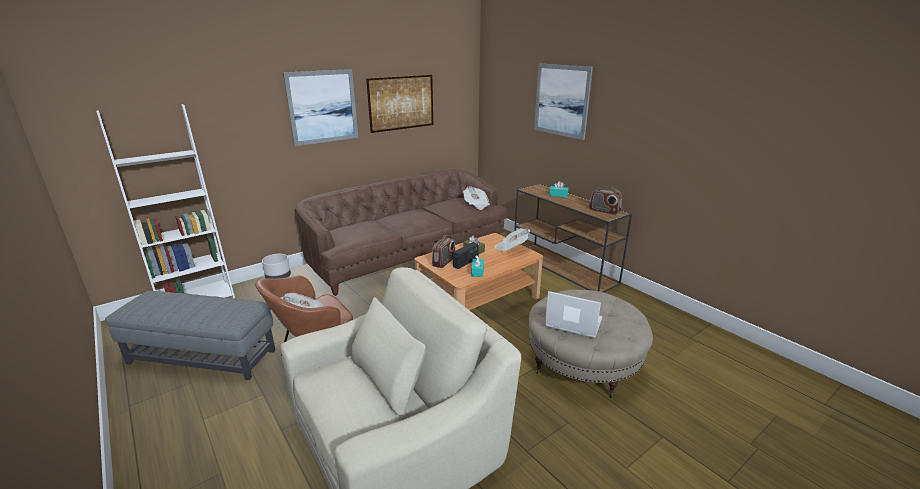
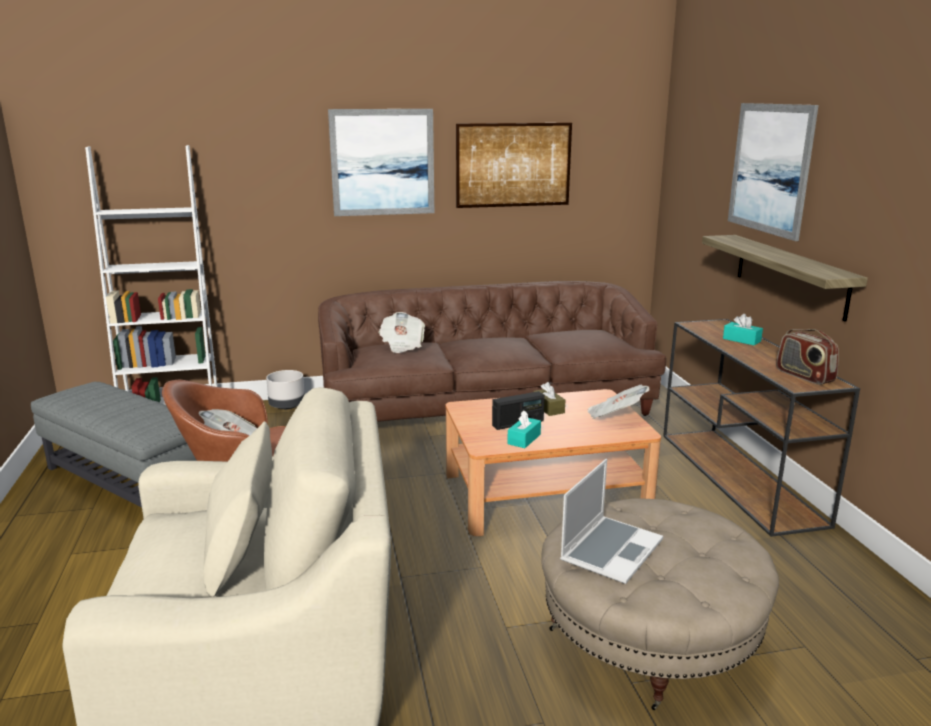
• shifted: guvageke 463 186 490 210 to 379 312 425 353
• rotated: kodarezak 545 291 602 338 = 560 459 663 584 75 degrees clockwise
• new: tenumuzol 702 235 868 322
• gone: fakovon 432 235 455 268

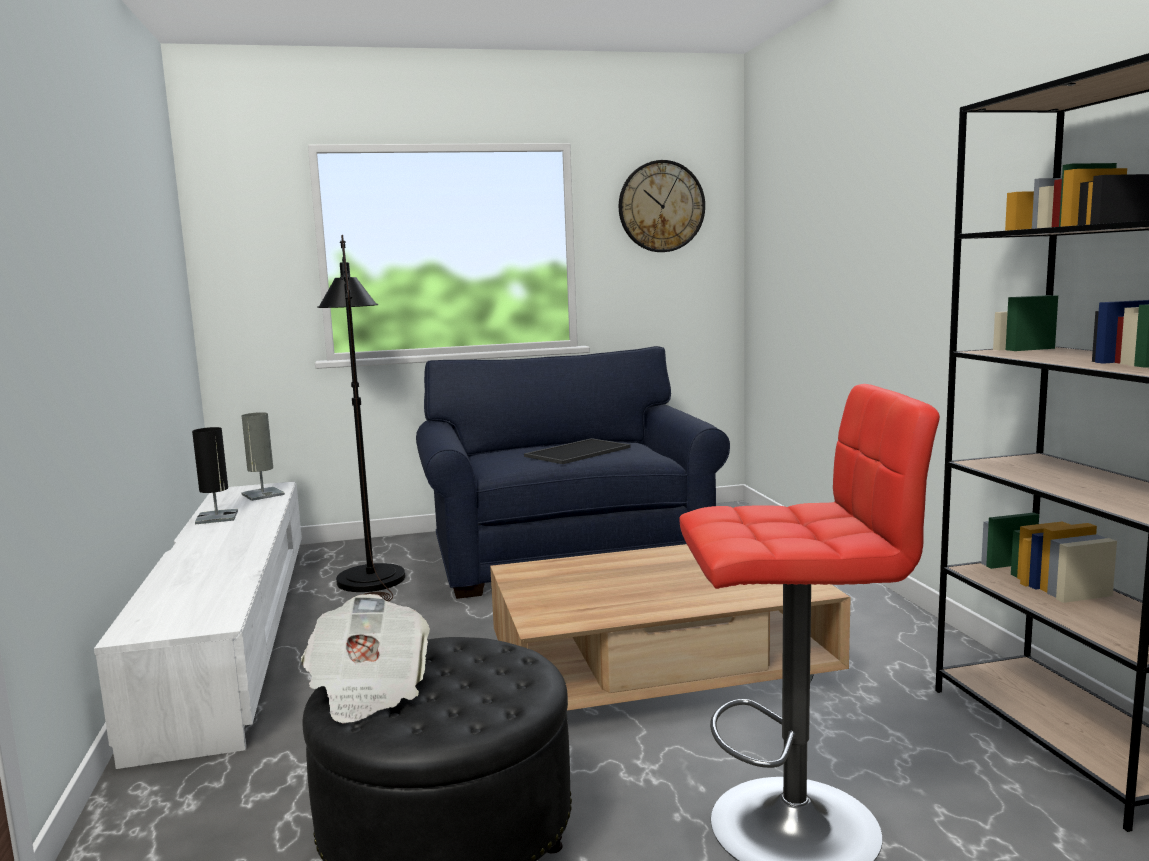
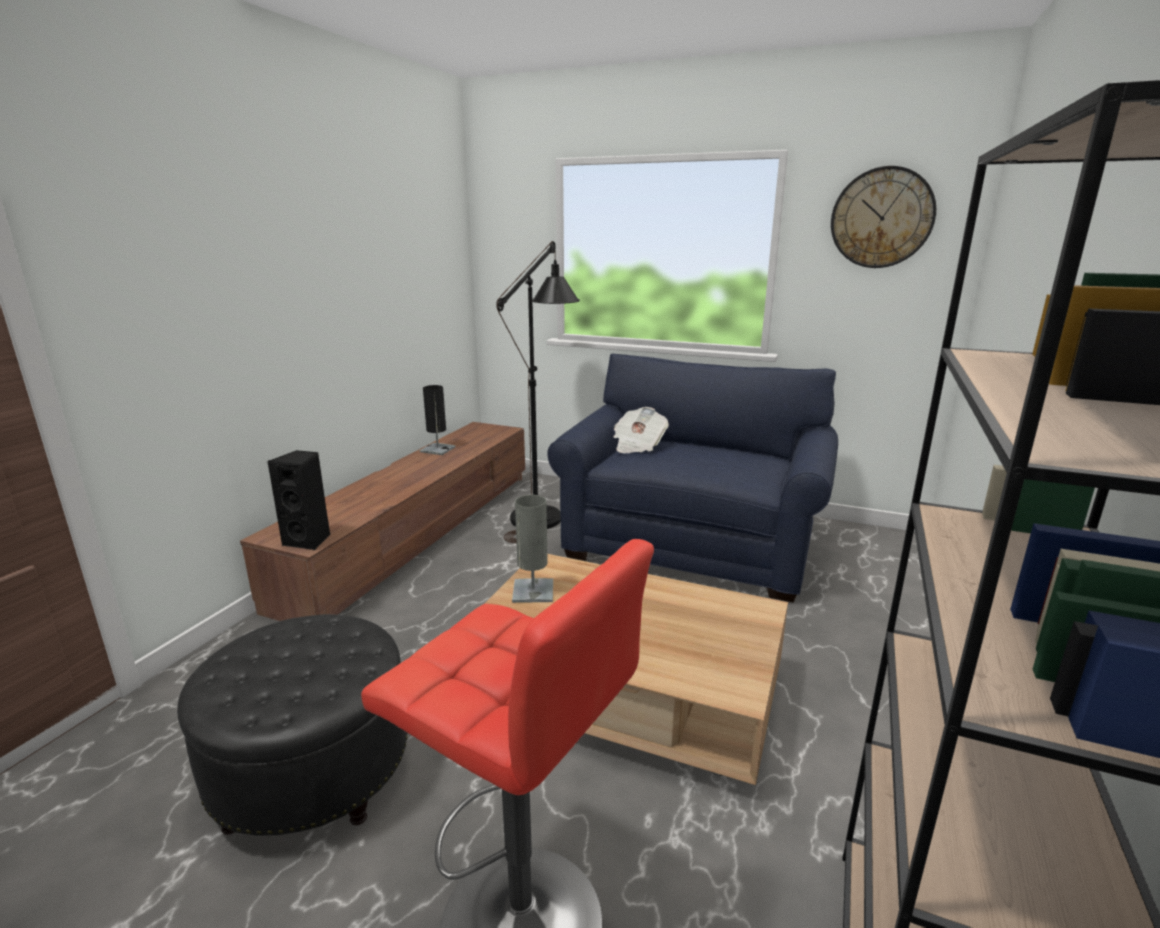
• repainted: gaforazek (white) 94 482 302 769 to gaforazek (brown) 240 422 525 621
• new: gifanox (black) 268 450 330 550
• shifted: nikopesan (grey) 241 412 285 501 to 512 495 553 603
• shifted: guvageke 301 594 430 723 to 614 407 669 453
• gone: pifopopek 524 438 631 464

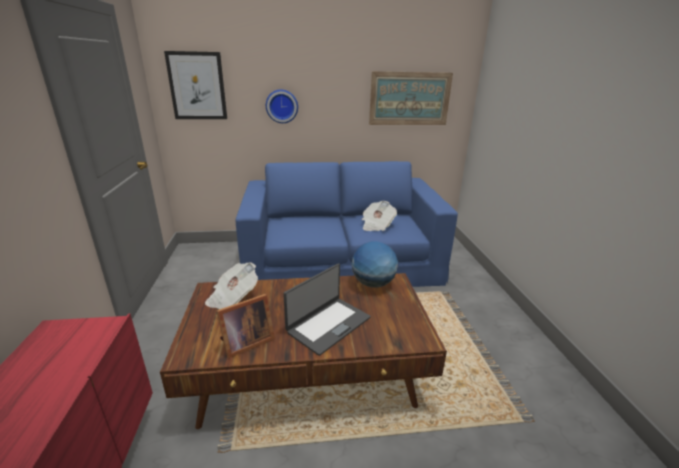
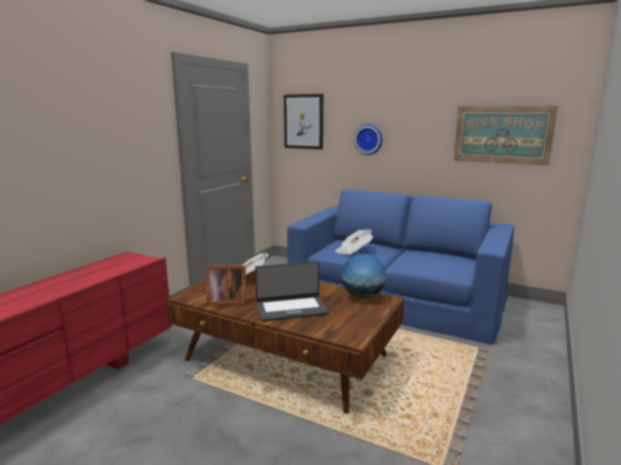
• shifted: guvageke 362 201 397 231 to 335 229 373 255

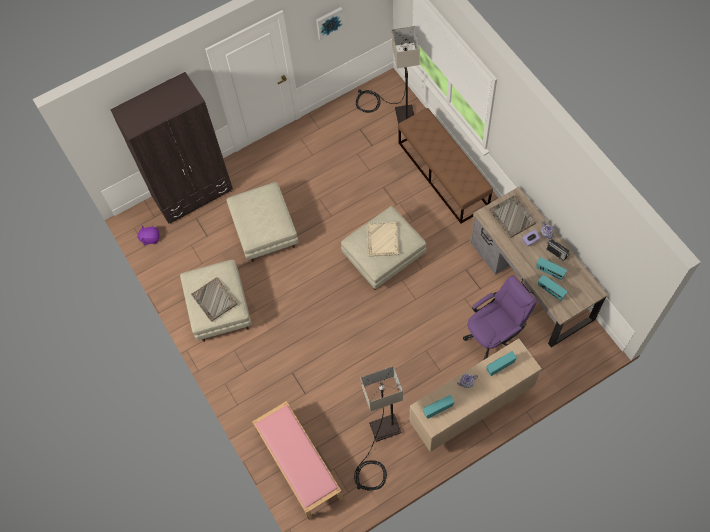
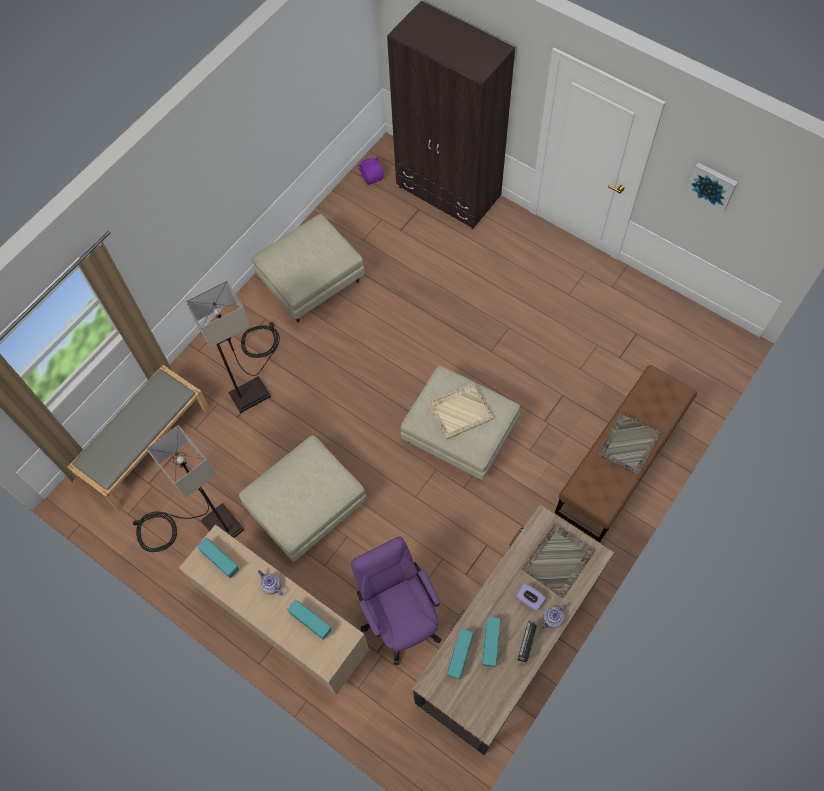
• repainted: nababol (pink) 252 401 343 520 to nababol (grey) 67 365 210 511
• shifted: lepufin 356 26 420 124 to 186 281 280 413
• shifted: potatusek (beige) 226 182 299 262 to 239 435 367 562
• rotated: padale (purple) 463 275 537 360 = 351 536 441 665 150 degrees counterclockwise
• shifted: pifopopek (grey) 191 277 237 322 to 598 412 662 476

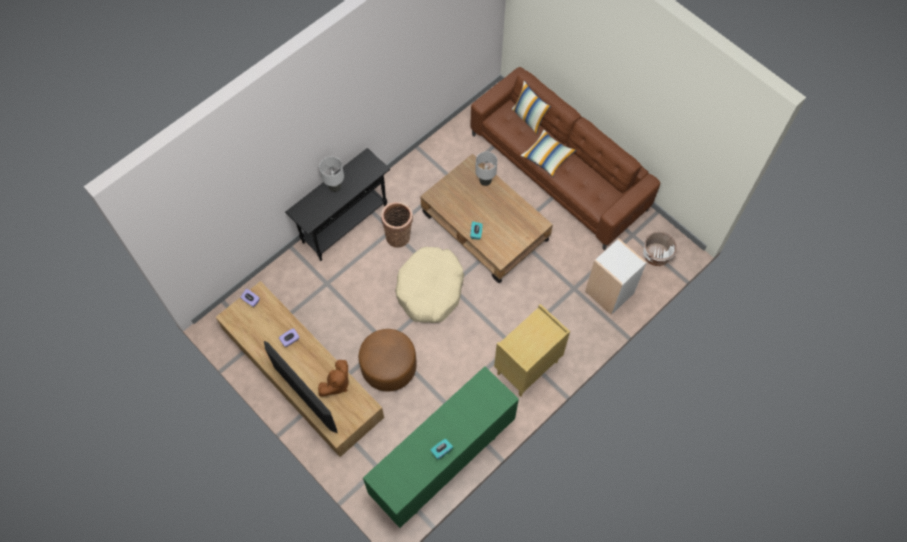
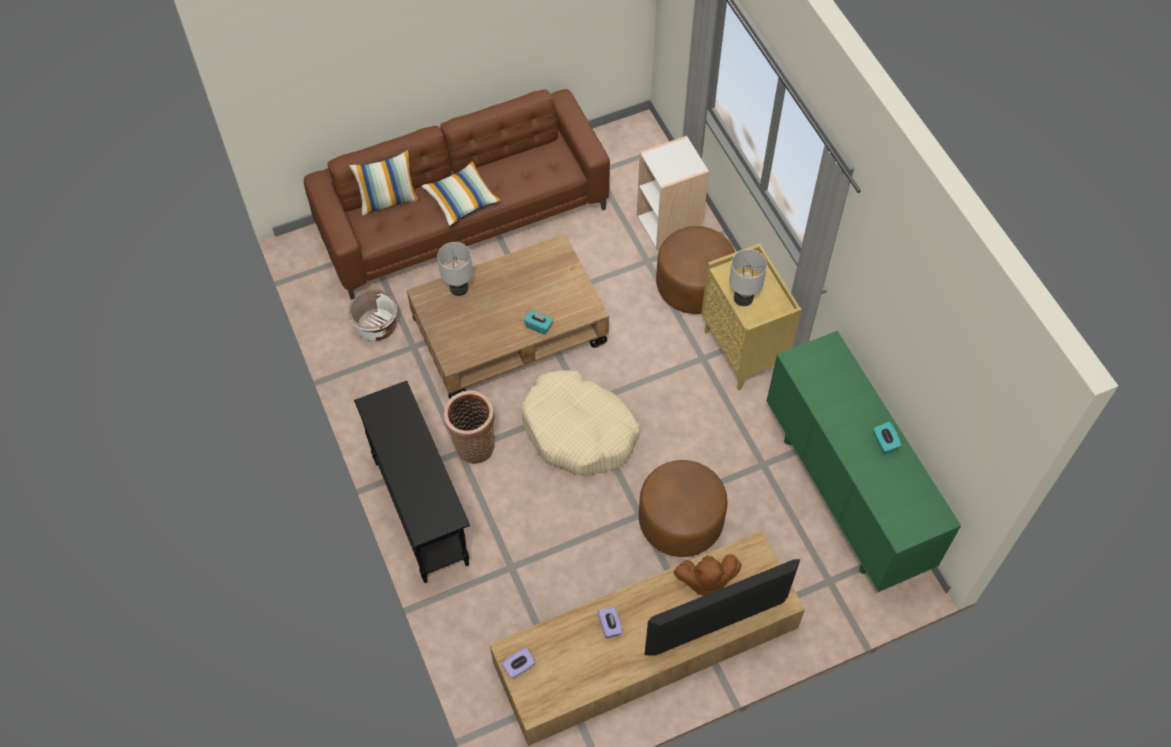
• shifted: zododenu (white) 643 232 676 266 to 349 290 397 341
• new: potatusek (brown) 656 226 735 314
• rotated: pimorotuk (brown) 318 360 349 397 = 673 554 742 596 120 degrees clockwise
• shifted: nikopesan (grey) 319 156 344 192 to 729 249 767 306

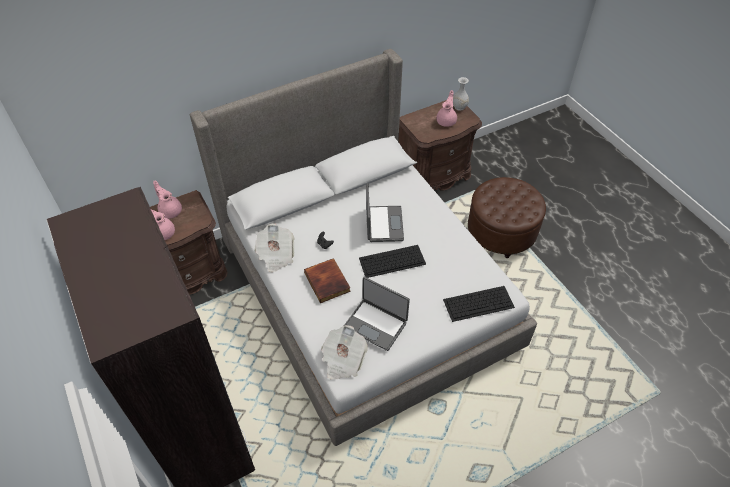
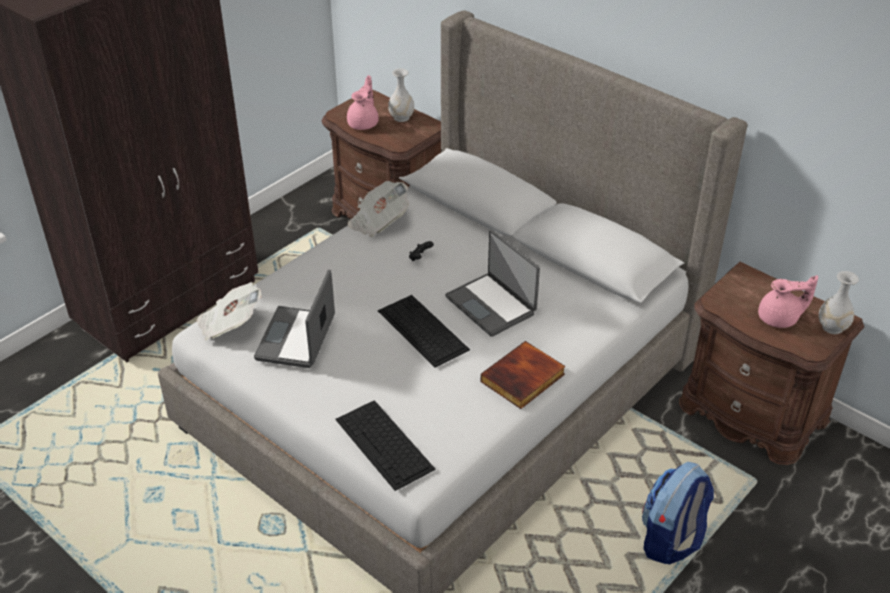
• swapped: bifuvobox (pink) 153 181 182 219 to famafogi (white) 388 69 414 122
• rotated: kodarezak 366 183 404 242 = 445 230 540 337 75 degrees clockwise
• shifted: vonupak 304 258 351 303 to 480 341 566 409
• swapped: potatusek (brown) 468 177 546 258 to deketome 642 462 714 565

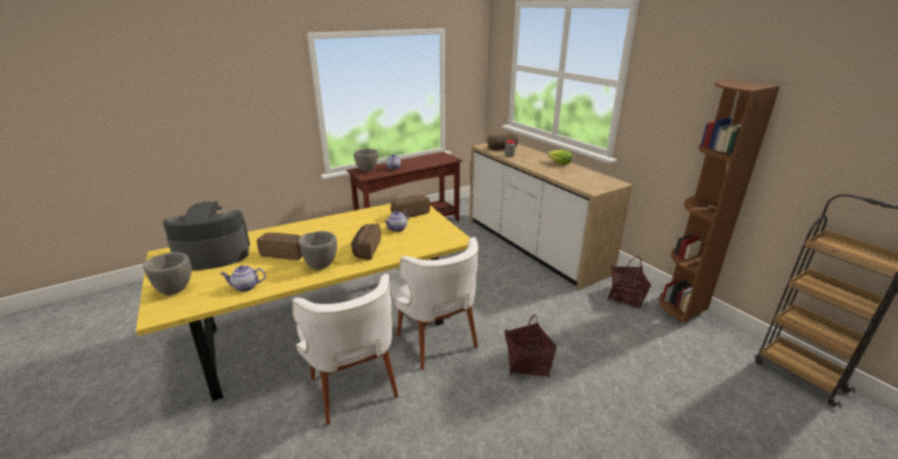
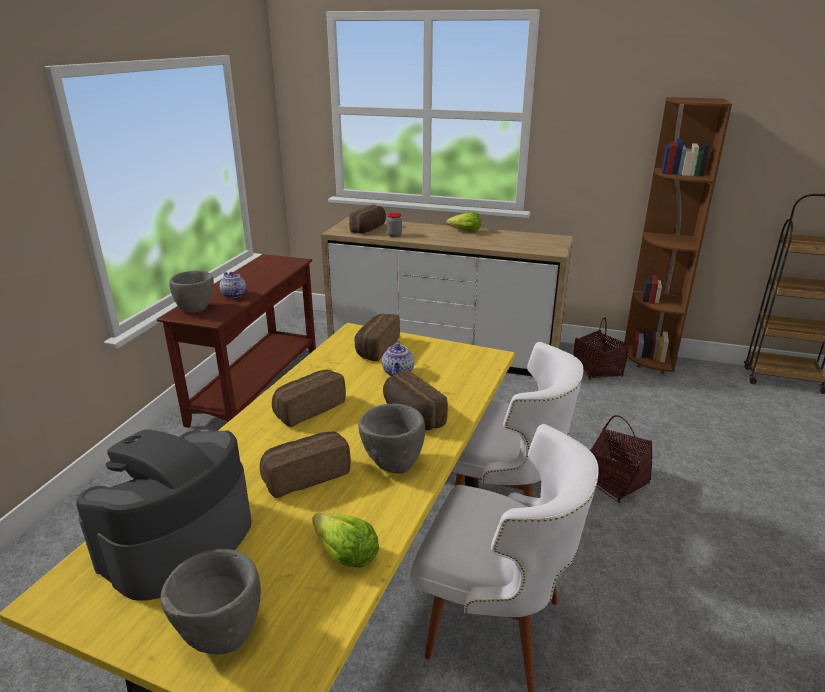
• new: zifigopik 272 370 346 427
• swapped: bifuvobox 221 265 266 292 to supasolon 312 513 379 568

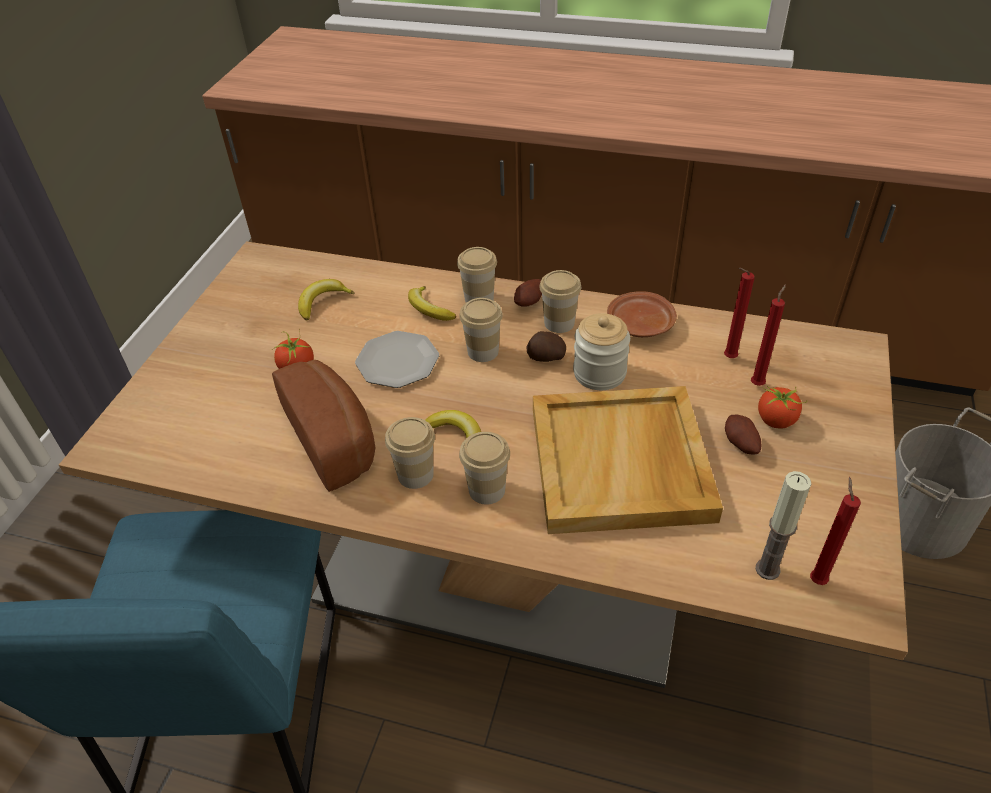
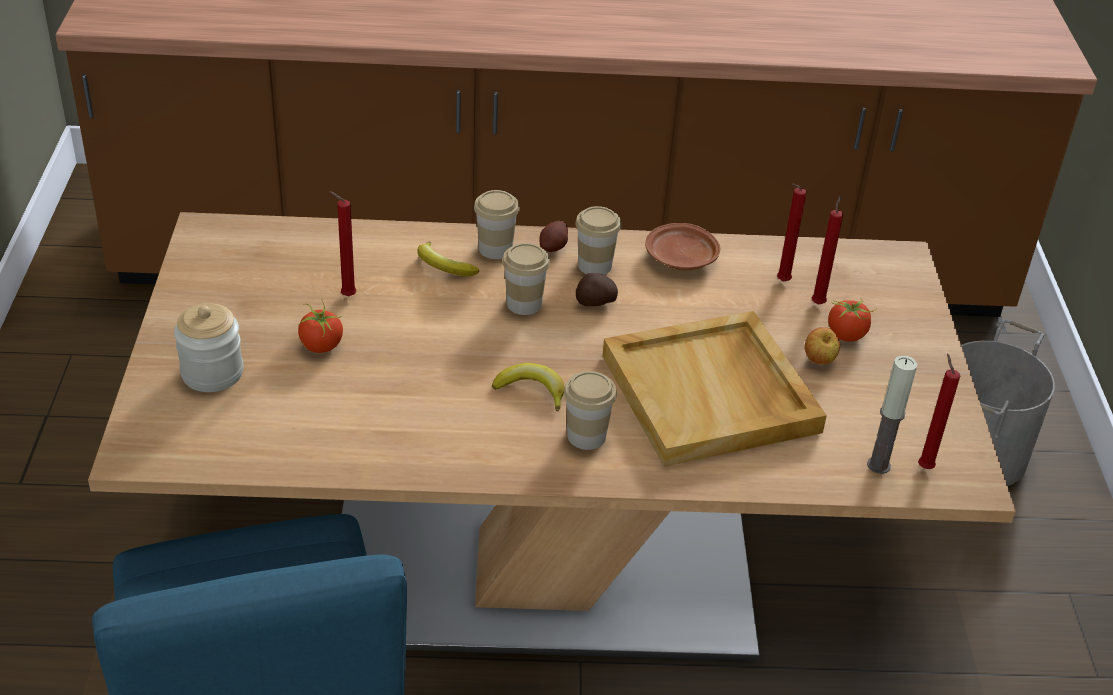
• shifted: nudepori 573 313 630 390 to 174 303 244 392
• new: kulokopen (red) 329 191 356 296
• swapped: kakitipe 725 414 761 455 to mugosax 805 327 840 365
• gone: zifigopik 272 360 375 492
• gone: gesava 298 279 355 320
• gone: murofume 355 331 439 388
• gone: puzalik 385 417 435 489

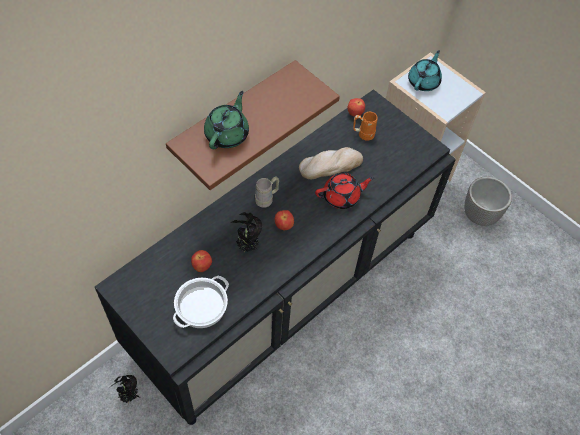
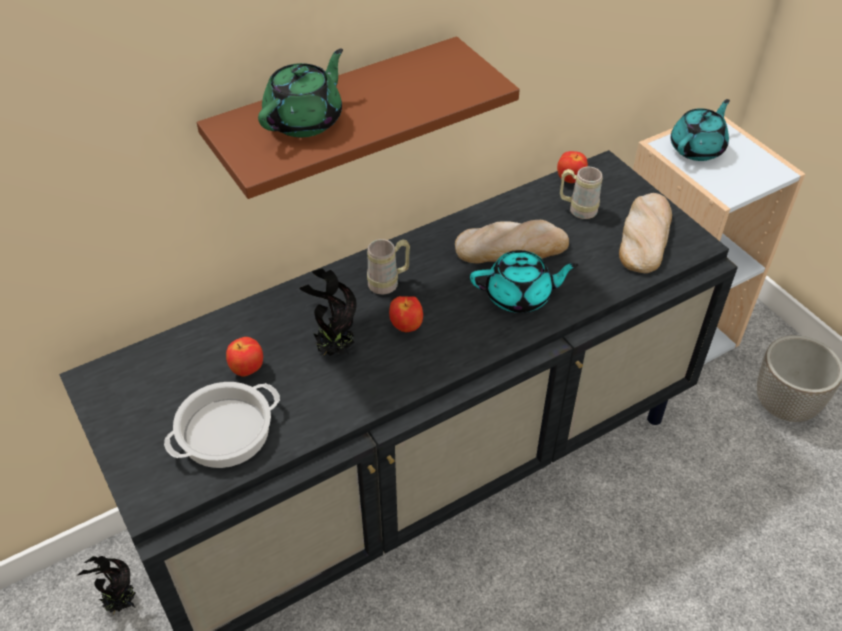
• repainted: bifuvobox (red) 315 173 374 209 to bifuvobox (turquoise) 470 250 579 313
• repainted: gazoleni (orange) 353 112 378 141 to gazoleni (beige) 560 167 603 219
• new: zifigopik 619 193 672 273

